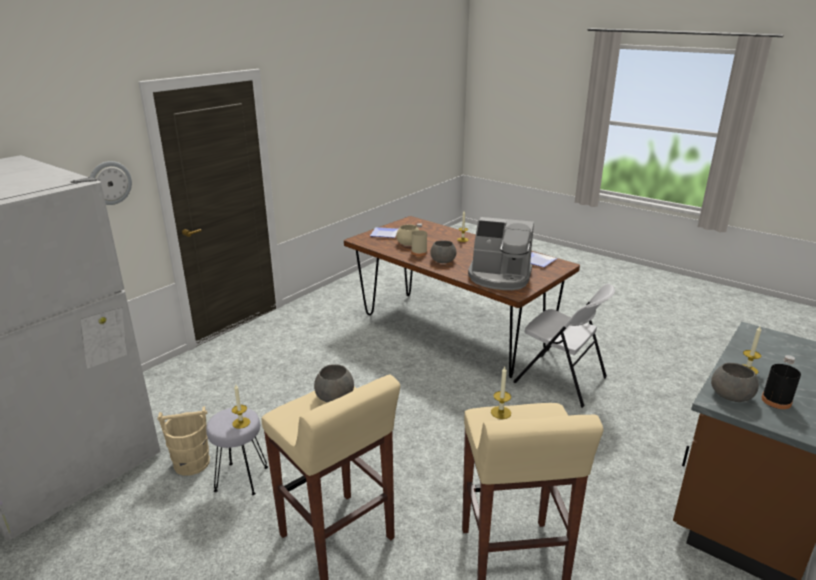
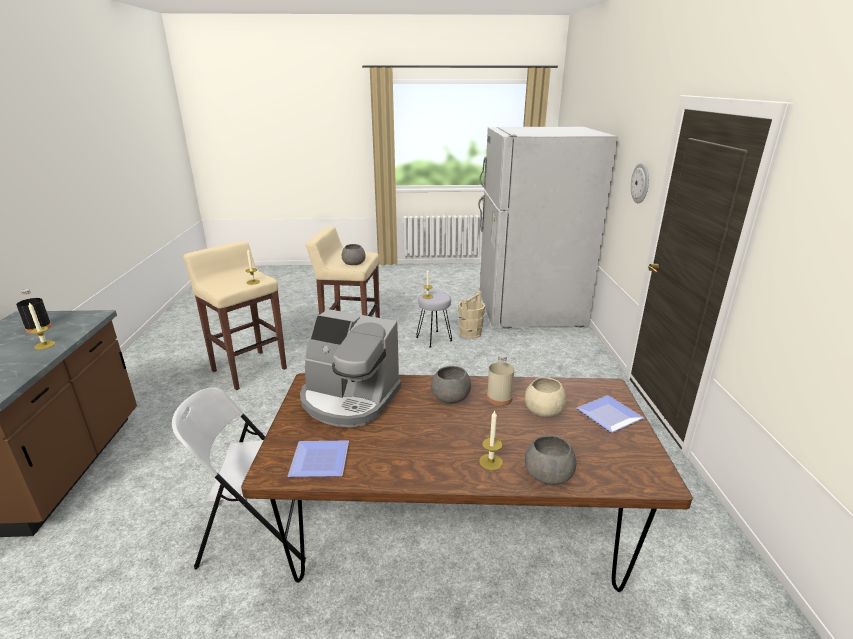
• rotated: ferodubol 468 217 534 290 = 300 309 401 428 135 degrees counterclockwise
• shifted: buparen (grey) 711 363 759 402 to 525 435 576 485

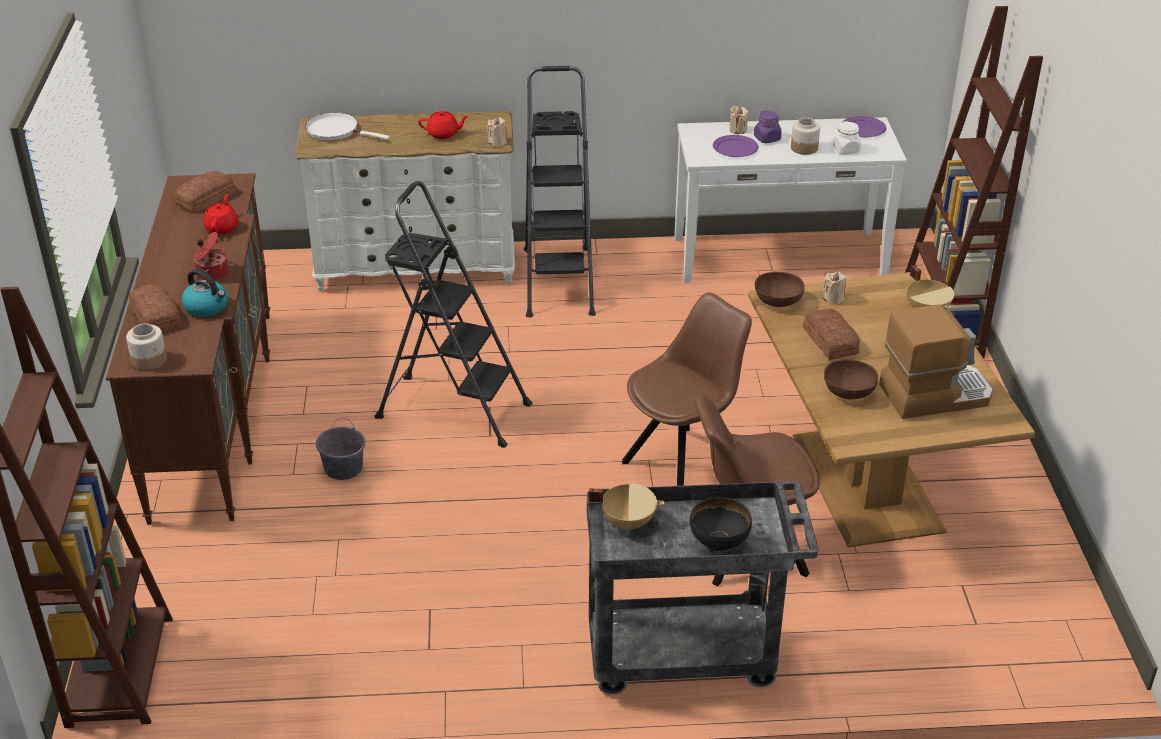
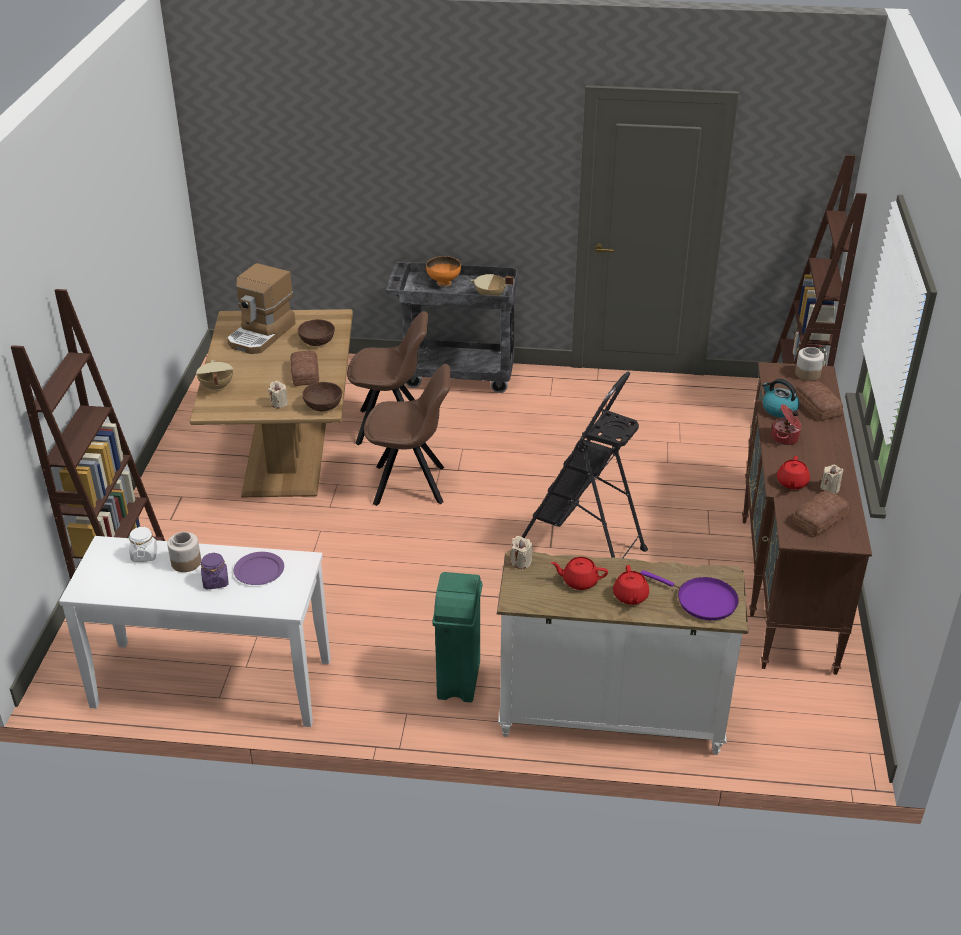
• rotated: ferodubol 879 304 993 419 = 227 263 296 354 60 degrees counterclockwise
• rotated: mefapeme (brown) 622 292 752 486 = 364 364 450 506 150 degrees counterclockwise
• repainted: buparen (black) 690 497 752 554 to buparen (orange) 426 256 461 287
• swapped: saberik 524 66 596 318 to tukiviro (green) 432 572 482 702
• new: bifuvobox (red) 613 565 649 605
• repainted: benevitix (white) 305 113 390 140 to benevitix (purple) 641 570 739 620
• shifted: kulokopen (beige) 729 106 748 134 to 820 465 844 494
• gone: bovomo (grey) 316 418 365 480
• gone: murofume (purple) 842 116 886 137

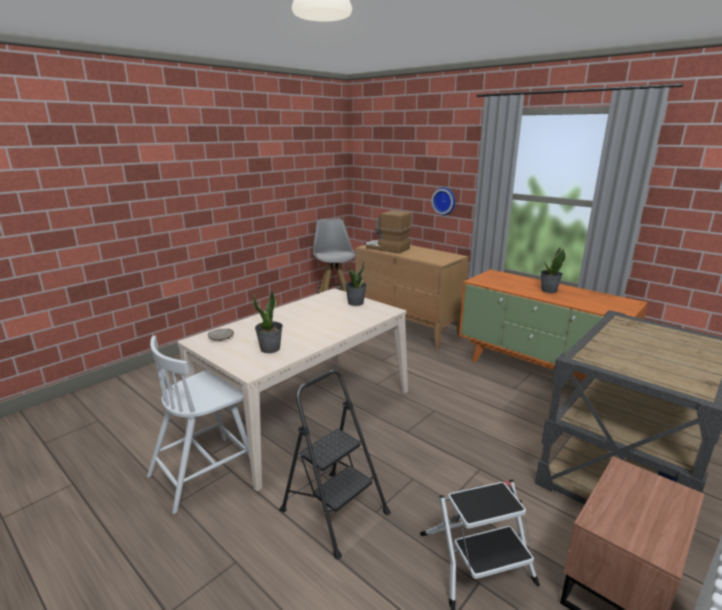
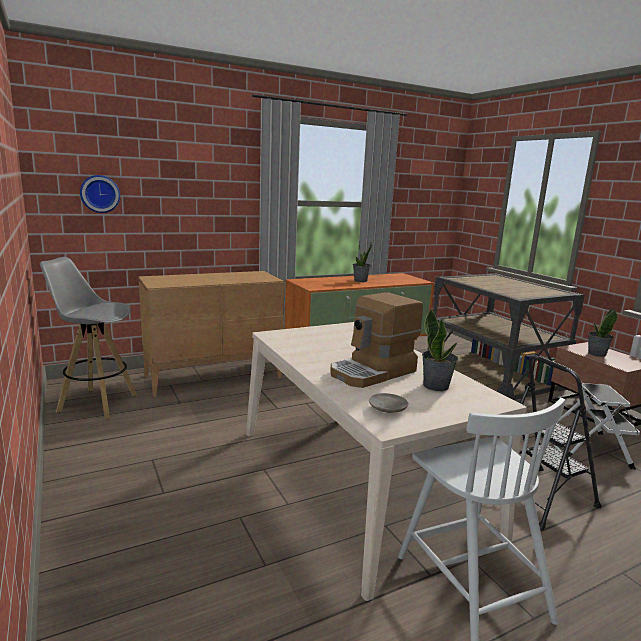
• shifted: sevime 431 187 455 215 to 80 175 120 213
• shifted: ferodubol 366 210 411 253 to 330 292 423 388
• shifted: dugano 345 260 367 306 to 588 307 618 357

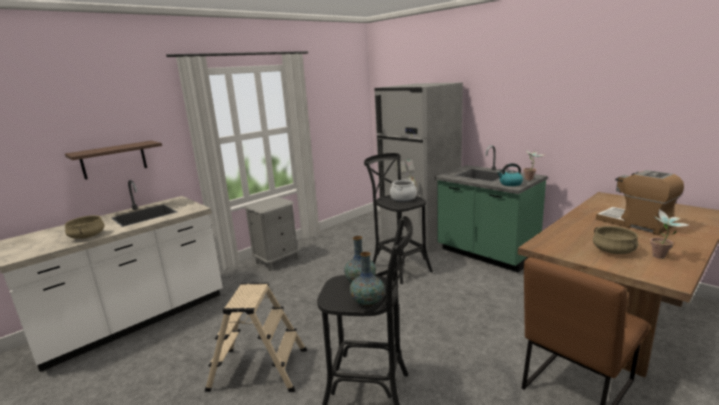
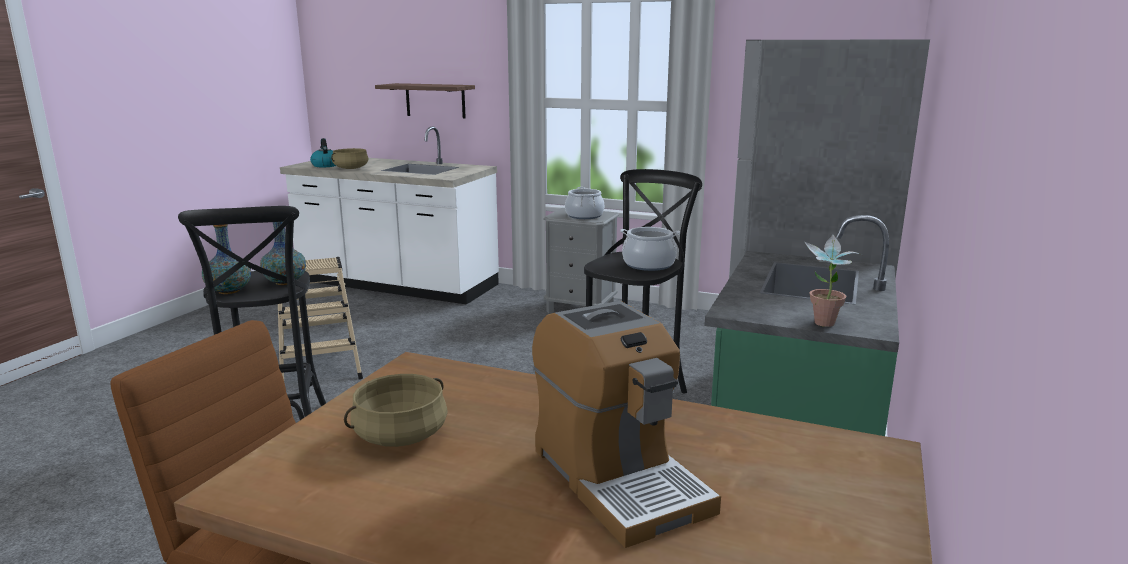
• shifted: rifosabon 497 163 523 186 to 310 138 336 167
• rotated: ferodubol 596 170 684 235 = 532 301 721 548 120 degrees clockwise
• new: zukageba 565 187 604 219
• gone: dugano 650 209 689 259

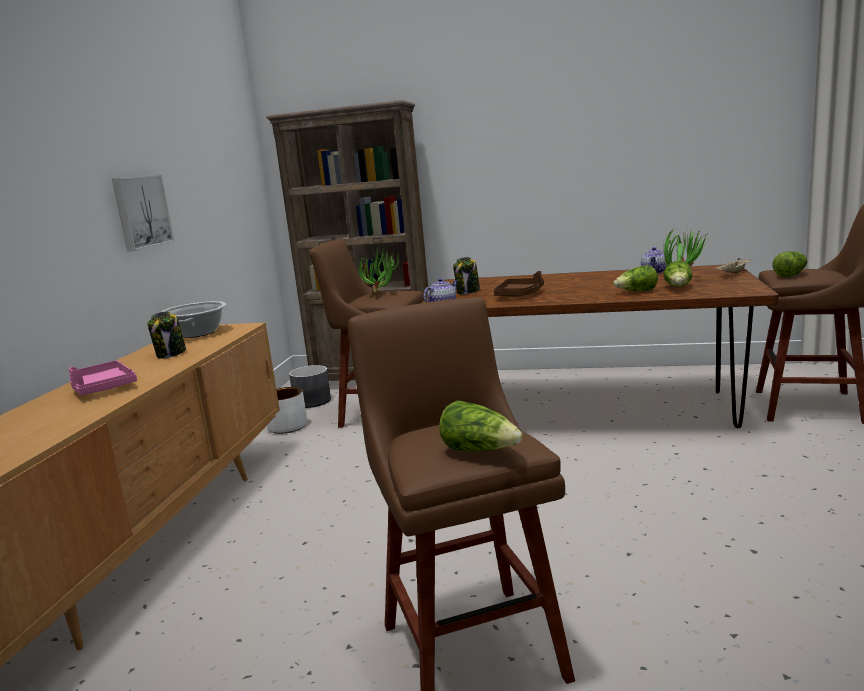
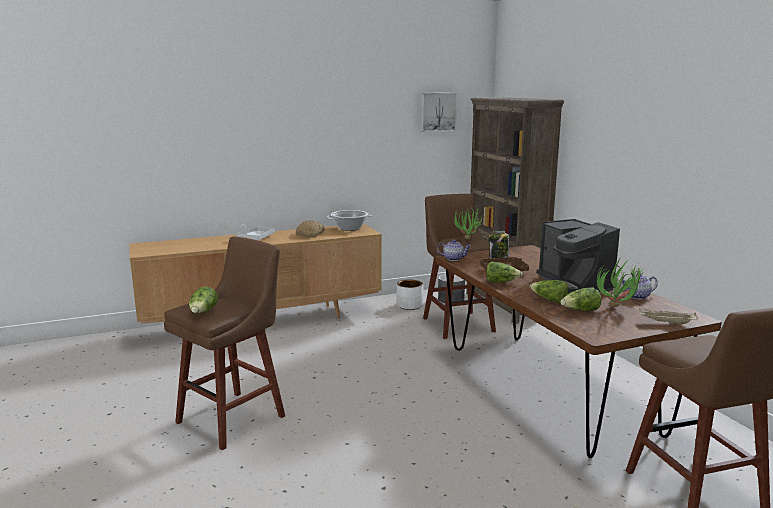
• repainted: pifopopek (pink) 68 360 137 395 to pifopopek (grey) 236 225 275 240
• swapped: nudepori 148 311 186 359 to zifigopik 296 220 325 237
• shifted: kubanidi 112 175 174 251 to 421 93 457 132
• shifted: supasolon 773 251 807 277 to 486 262 523 282
• new: ferodubol 536 219 620 294

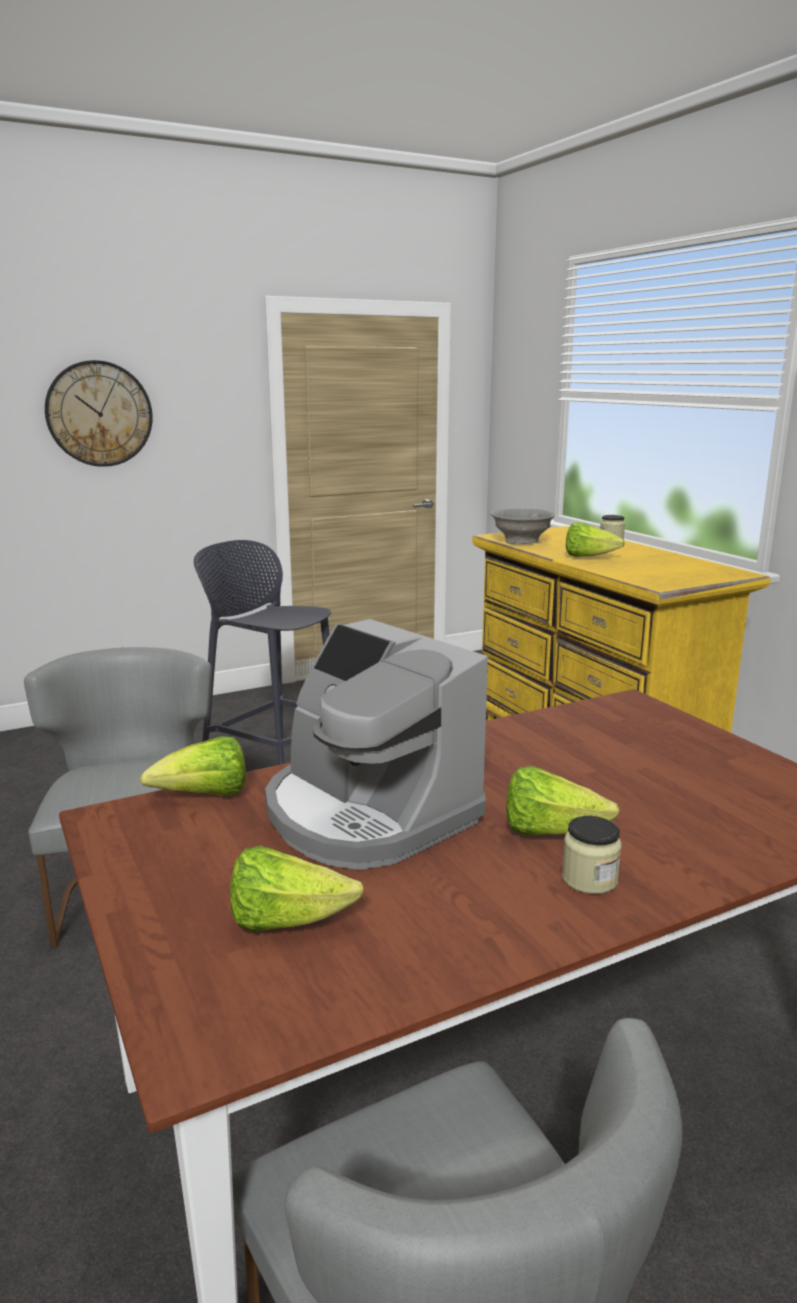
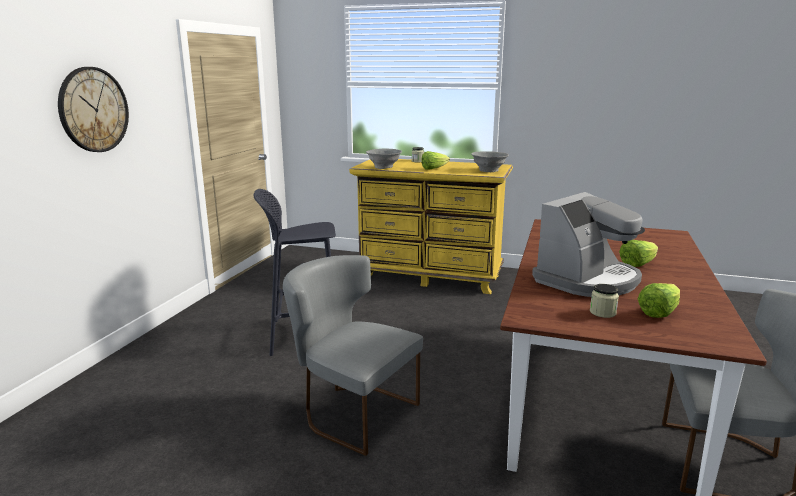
• new: buparen (grey) 471 151 509 172
• rotated: ferodubol 265 619 488 870 = 532 192 645 297 45 degrees counterclockwise
• shifted: nudepori 562 816 622 894 to 590 284 619 318
• gone: supasolon 140 737 246 796

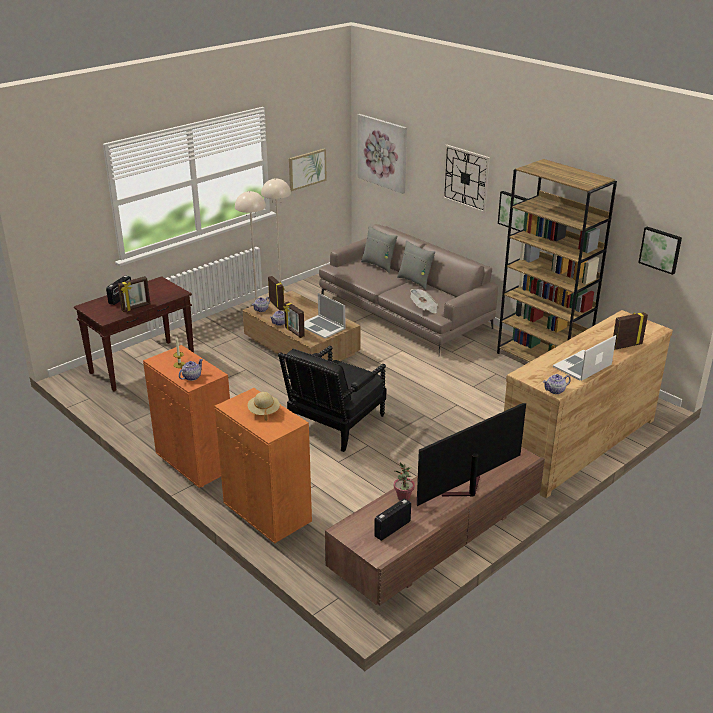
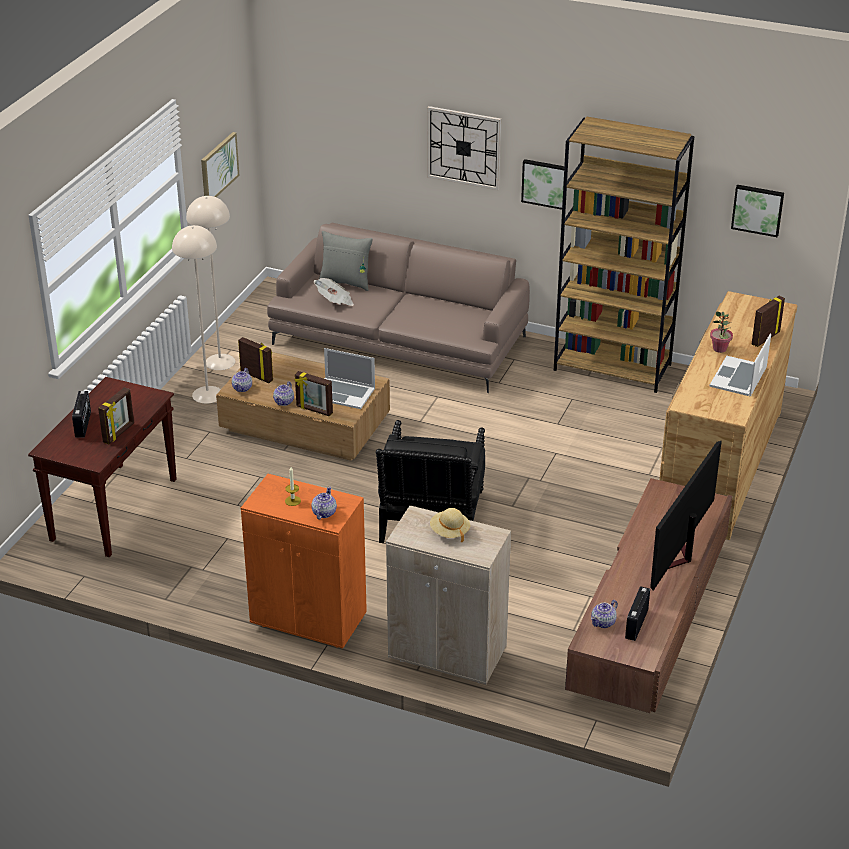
• shifted: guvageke 410 289 438 314 to 314 278 354 306
• repainted: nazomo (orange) 214 388 312 544 to nazomo (beige) 386 505 511 685
• shifted: bifuvobox 543 374 571 394 to 591 600 618 628
• shifted: dugano 394 463 415 501 to 710 312 733 353
• gone: kubanidi 357 114 407 194
• gone: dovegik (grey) 397 240 435 290

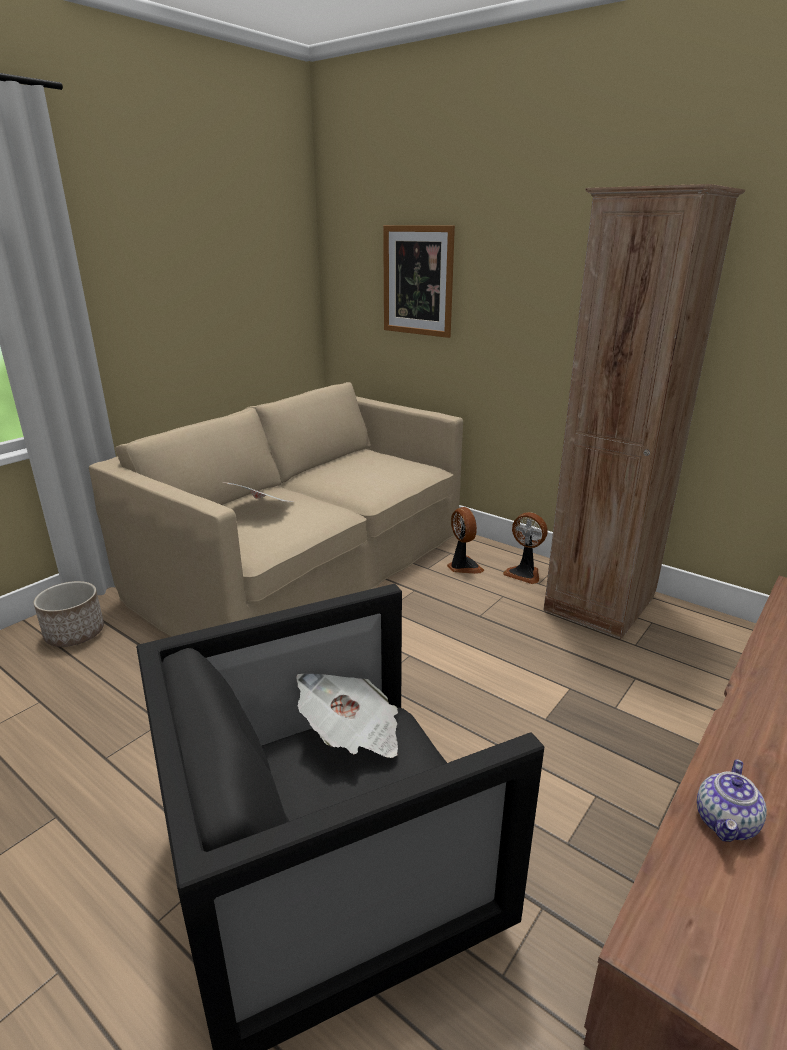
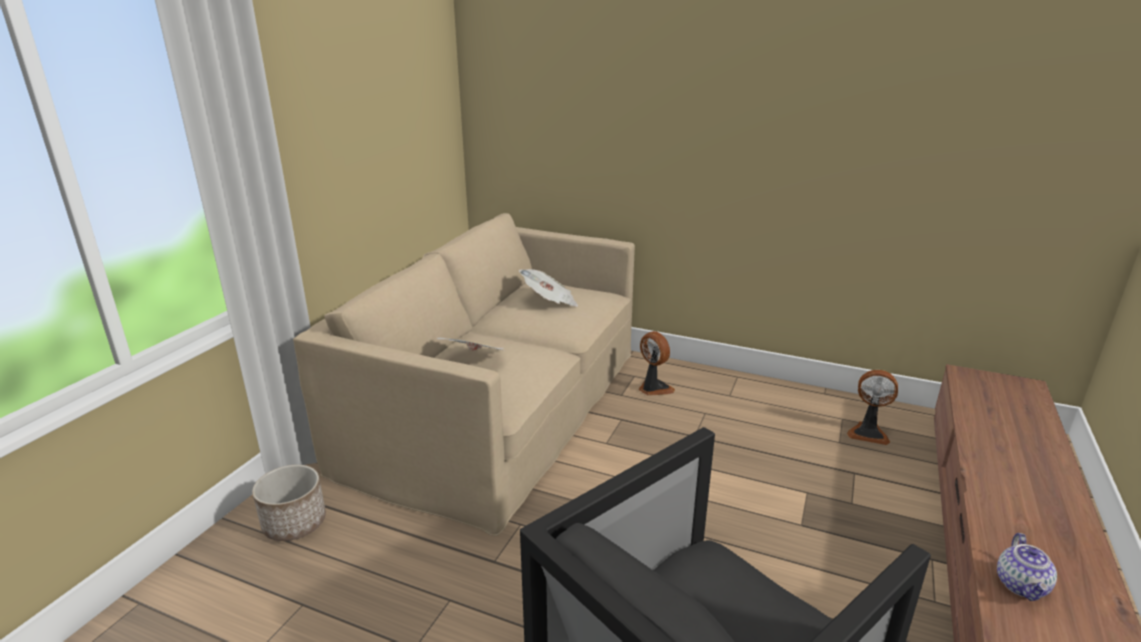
• shifted: guvageke 296 674 398 758 to 519 269 578 307
• shifted: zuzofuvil 503 512 548 584 to 847 370 898 445
• gone: kubanidi 383 225 455 338
• gone: nazomo (brown) 544 184 745 639

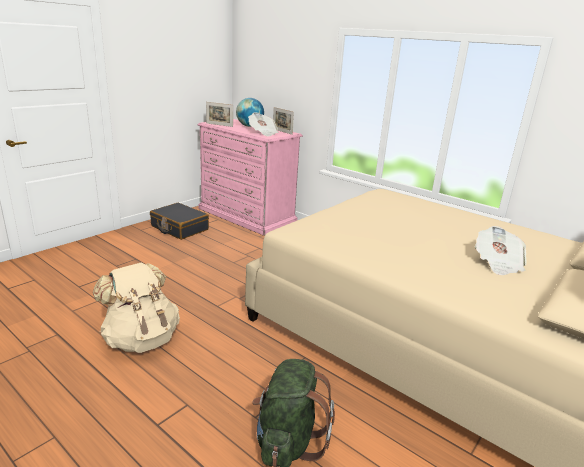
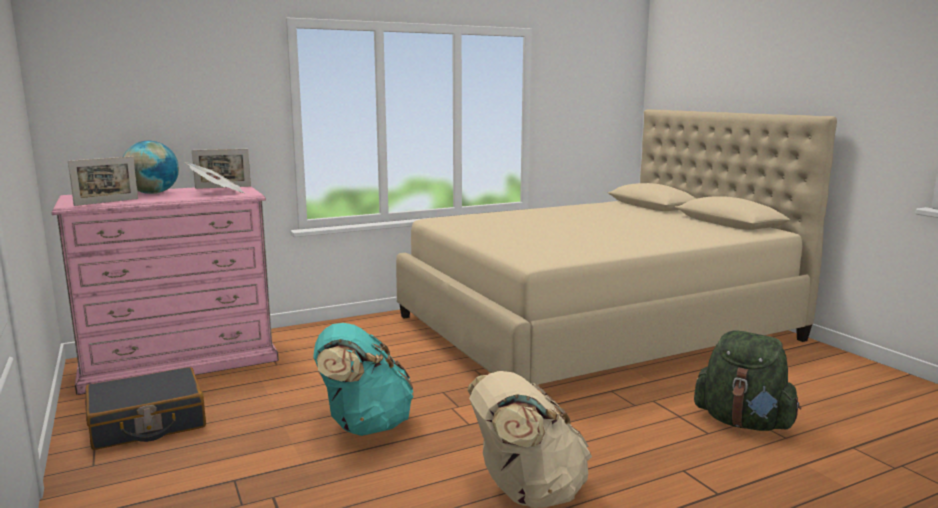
• new: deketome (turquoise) 313 323 414 436
• gone: guvageke 475 226 527 275

